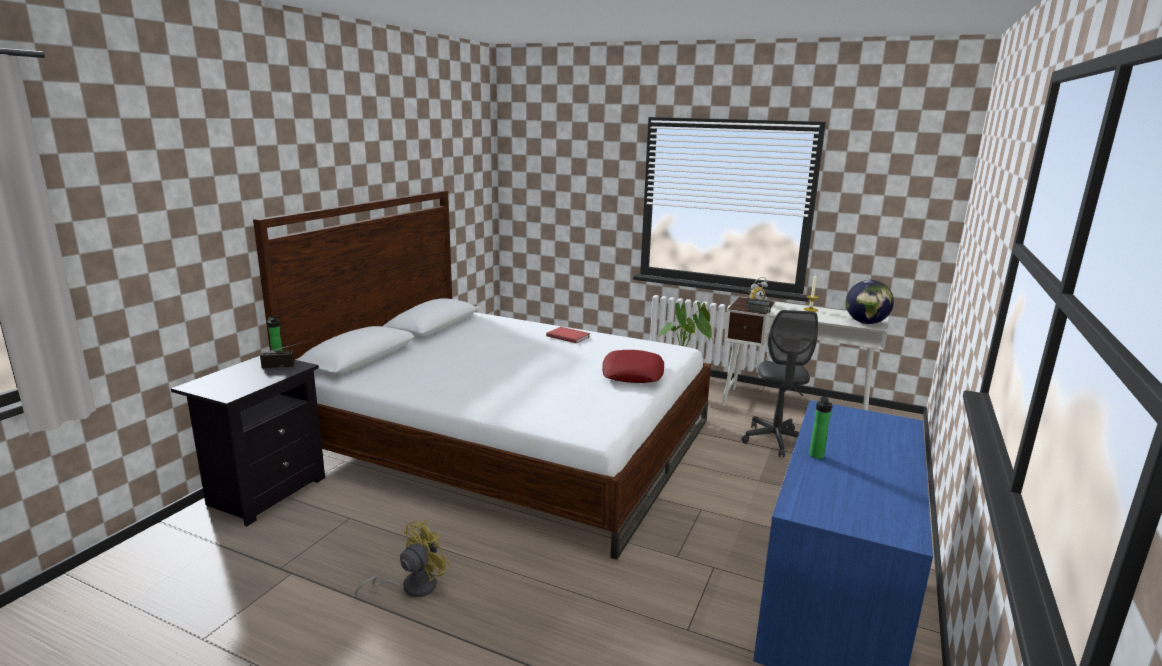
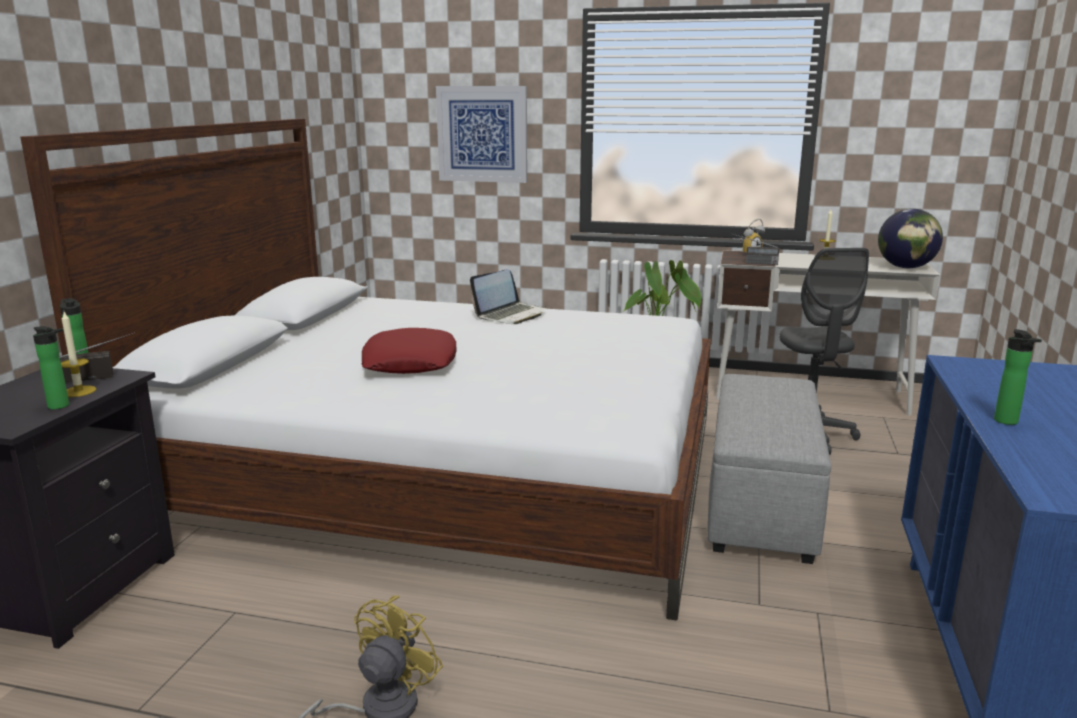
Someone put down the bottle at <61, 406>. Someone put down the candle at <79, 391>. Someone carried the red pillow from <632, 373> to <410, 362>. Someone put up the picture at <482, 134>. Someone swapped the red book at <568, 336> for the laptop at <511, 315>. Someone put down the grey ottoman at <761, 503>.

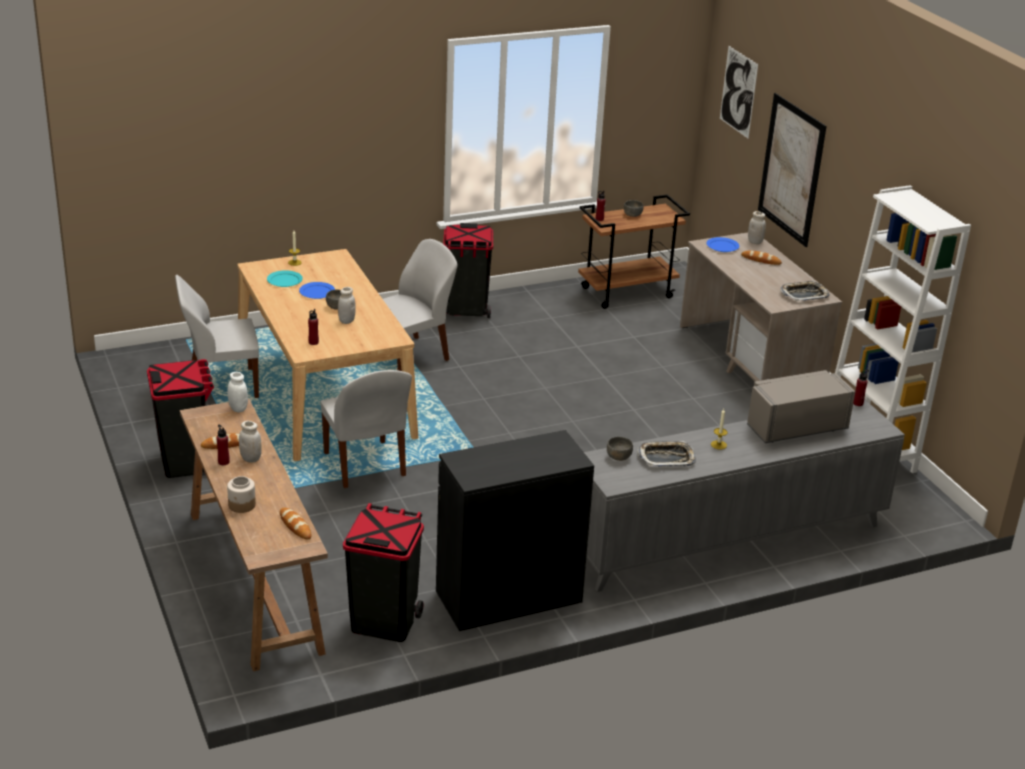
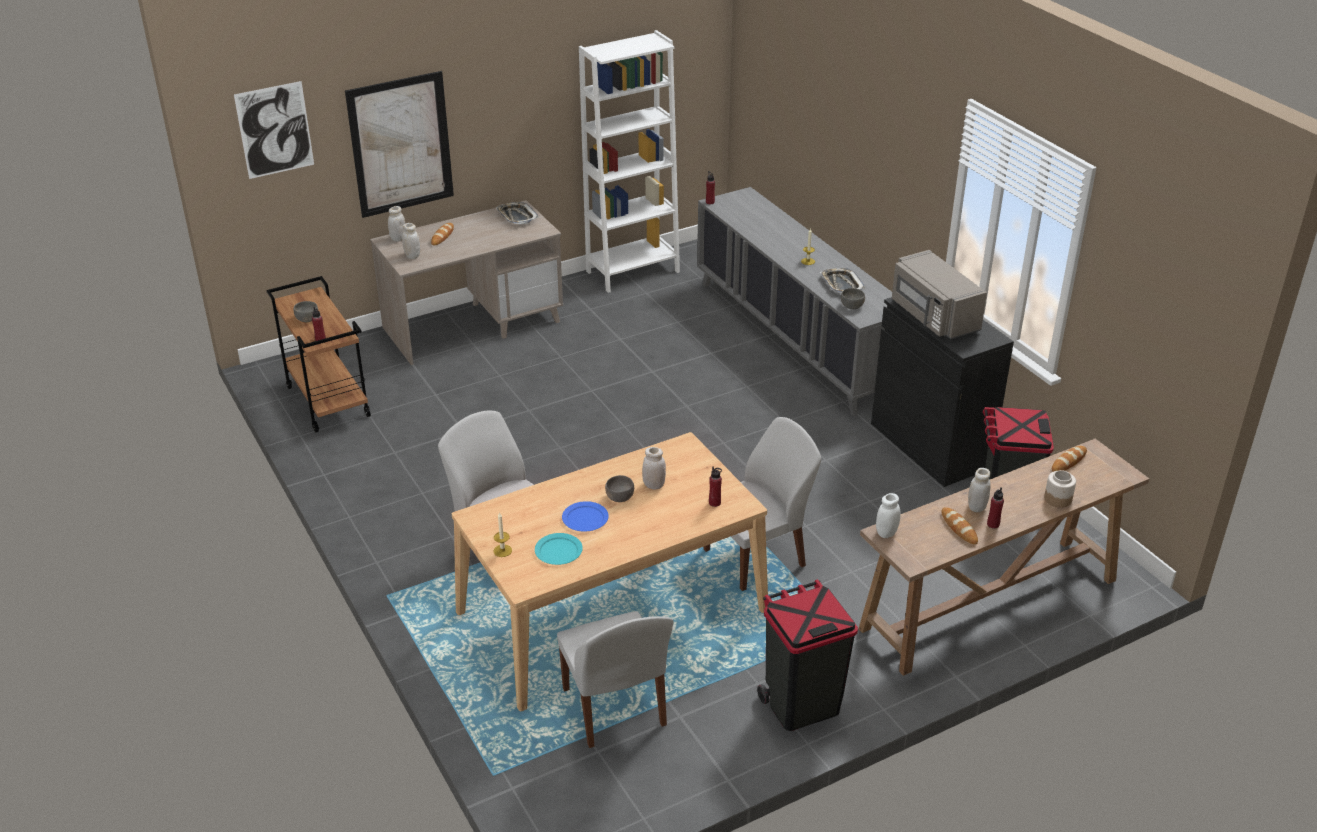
Someone swapped the blue plate at <722, 246> for the white jar at <412, 256>. Someone carried the grey microwave from <794, 427> to <933, 316>. Someone took away the black trash can at <466, 311>.

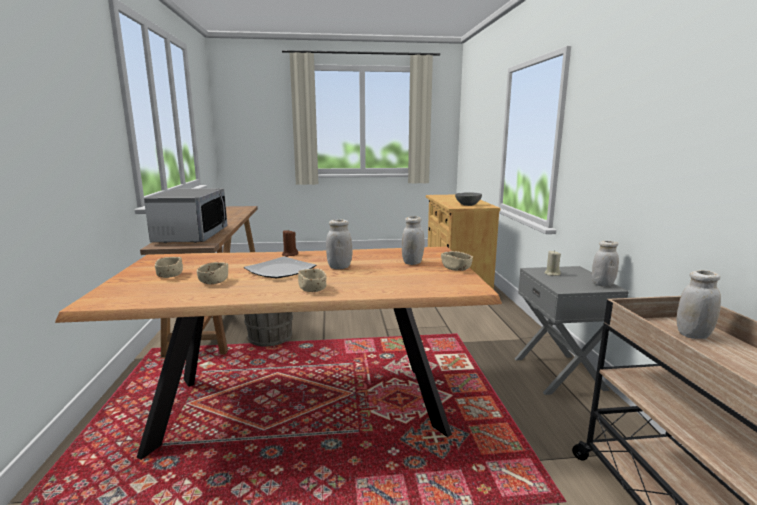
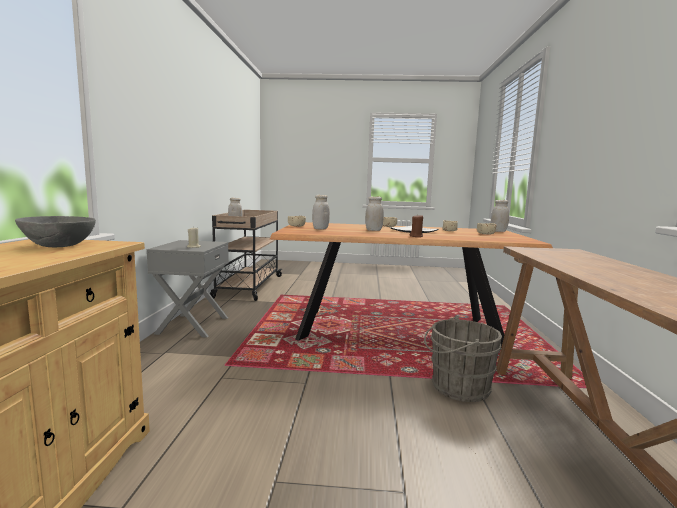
Someone carried the white jar from <602, 284> to <498, 231>. Someone took away the microwave at <191, 236>.

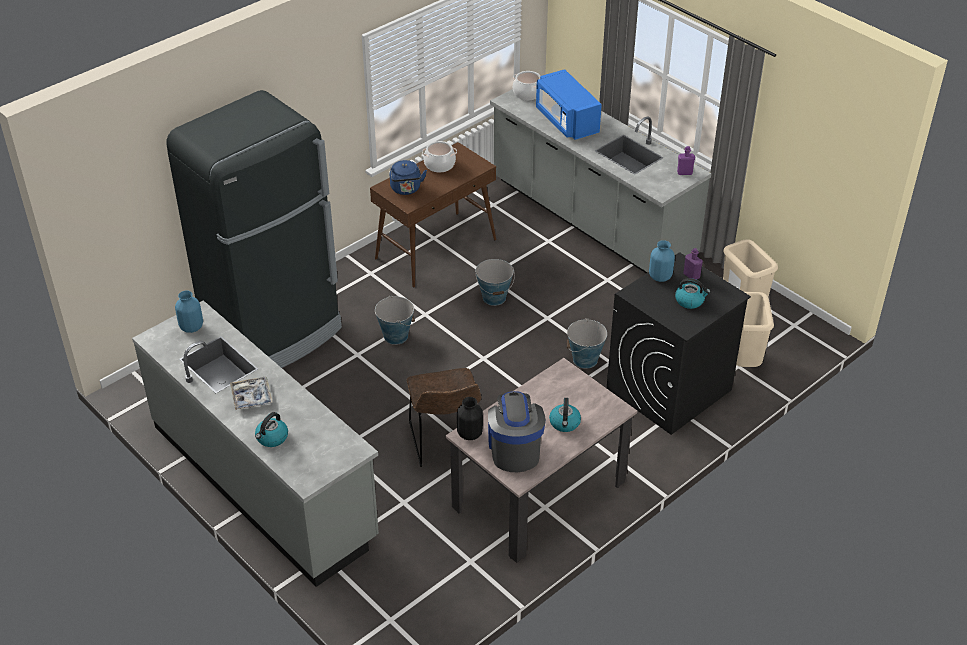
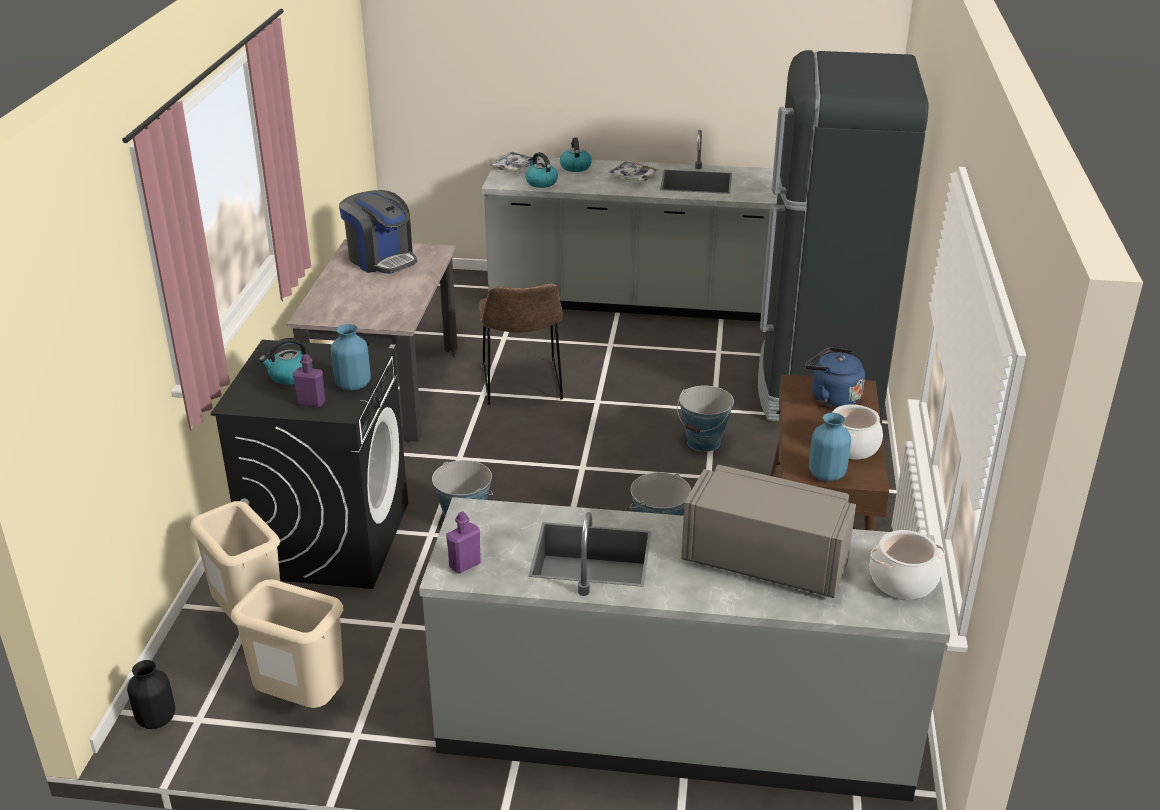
Someone carried the black vase from <470, 434> to <155, 719>. Someone rotated the brown chair at <445, 443> by 135 degrees counterclockwise. Someone put down the tray at <514, 166>. Someone carried the kettle from <565, 423> to <541, 182>. Someone repainted the blue microwave at <566, 121>, which became the grey microwave at <765, 561>. Someone carried the blue vase from <191, 327> to <827, 474>.

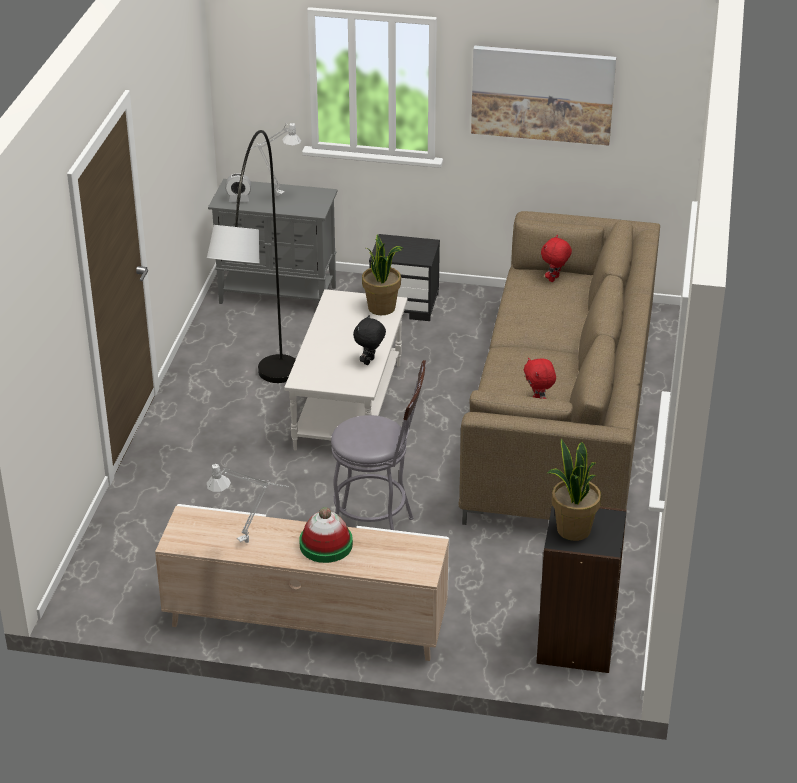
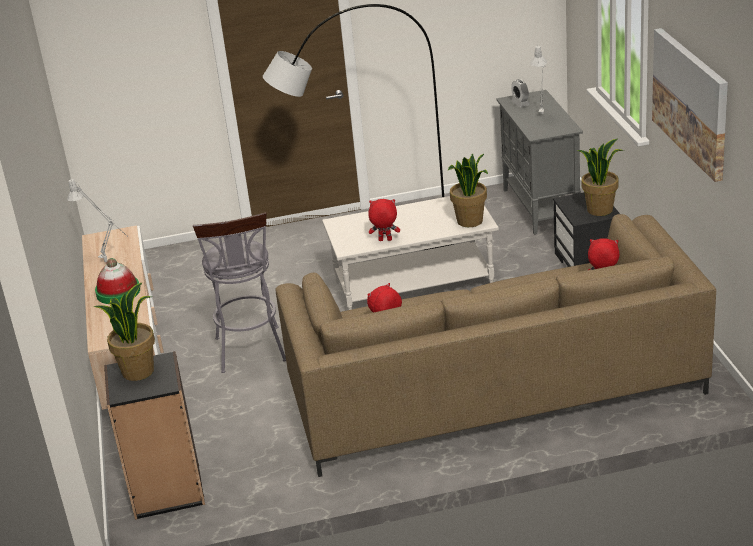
Someone repainted the black plush toy at <370, 362>, which became the red plush toy at <385, 240>. Someone put down the potted plant at <600, 209>.

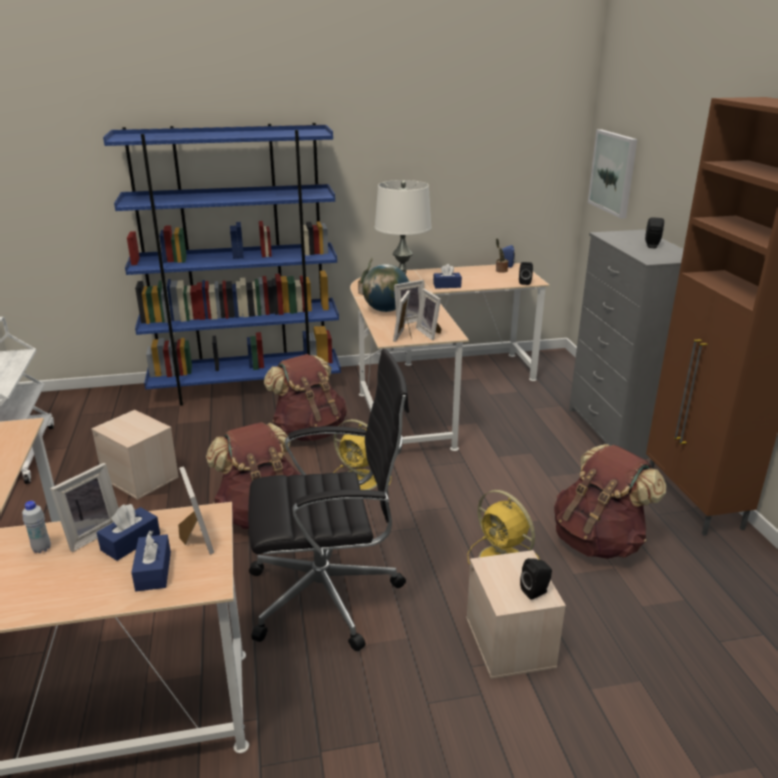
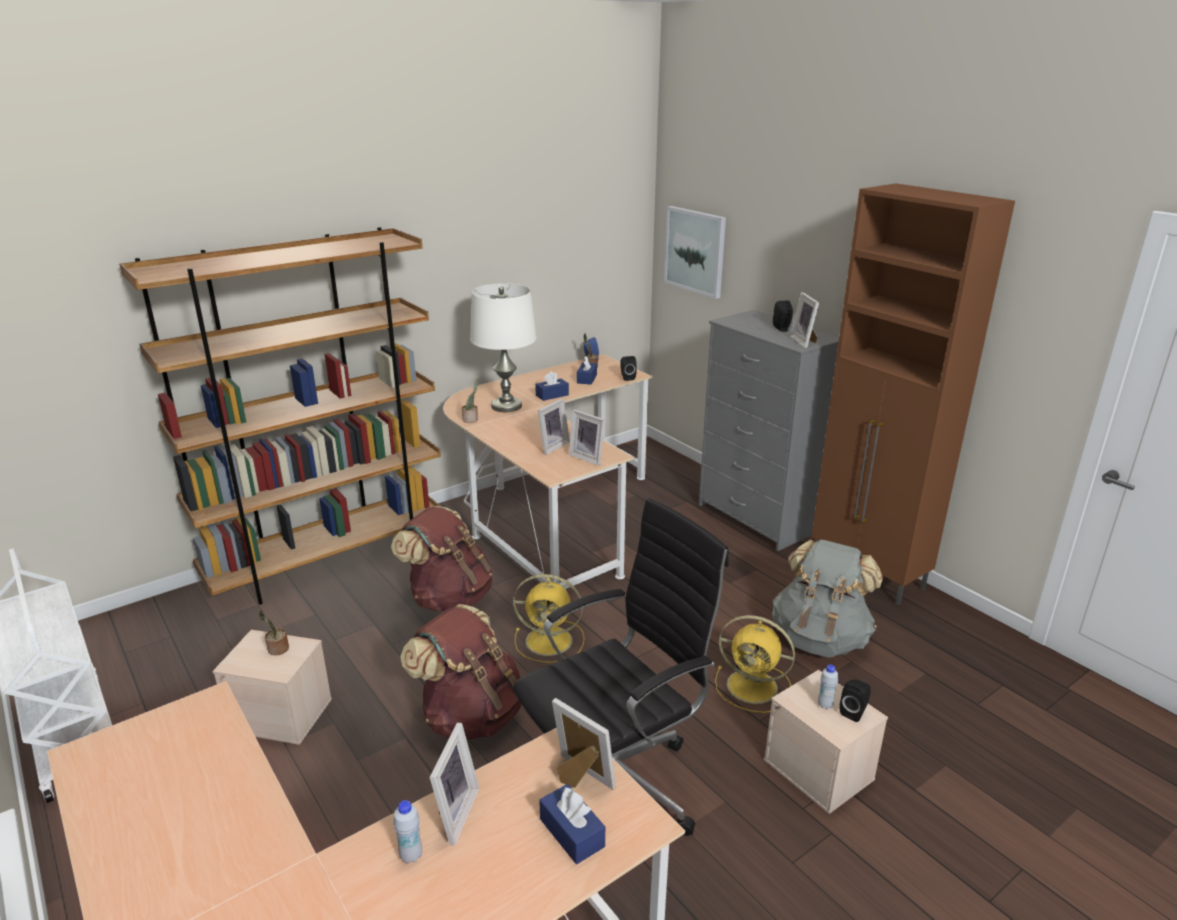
Someone repainted the blue bookcase at <247, 388>, which became the brown bookcase at <330, 560>. Someone put down the potted plant at <277, 649>. Someone carried the blue tissue box from <130, 542> to <587, 379>. Someone repainted the brown backpack at <598, 541>, which became the grey backpack at <820, 638>. Someone carried the picture frame from <404, 336> to <805, 341>. Someone put down the white bottle at <825, 705>. Someone took away the globe at <386, 310>.

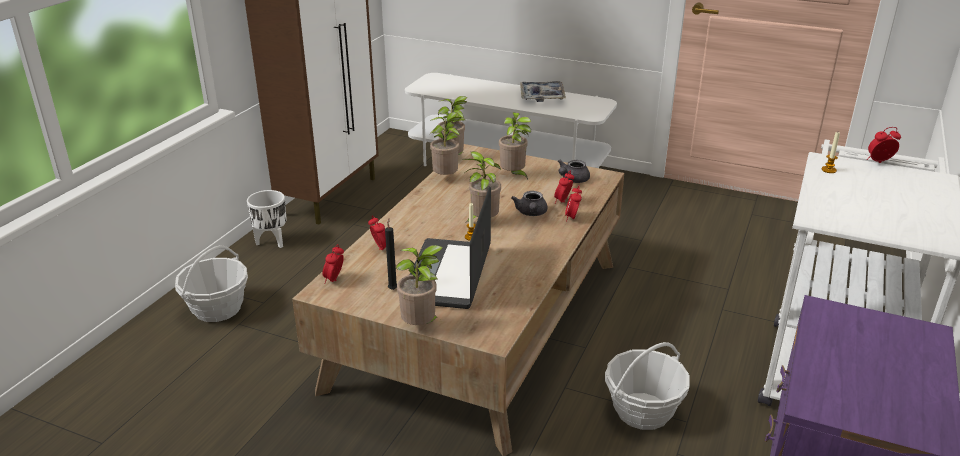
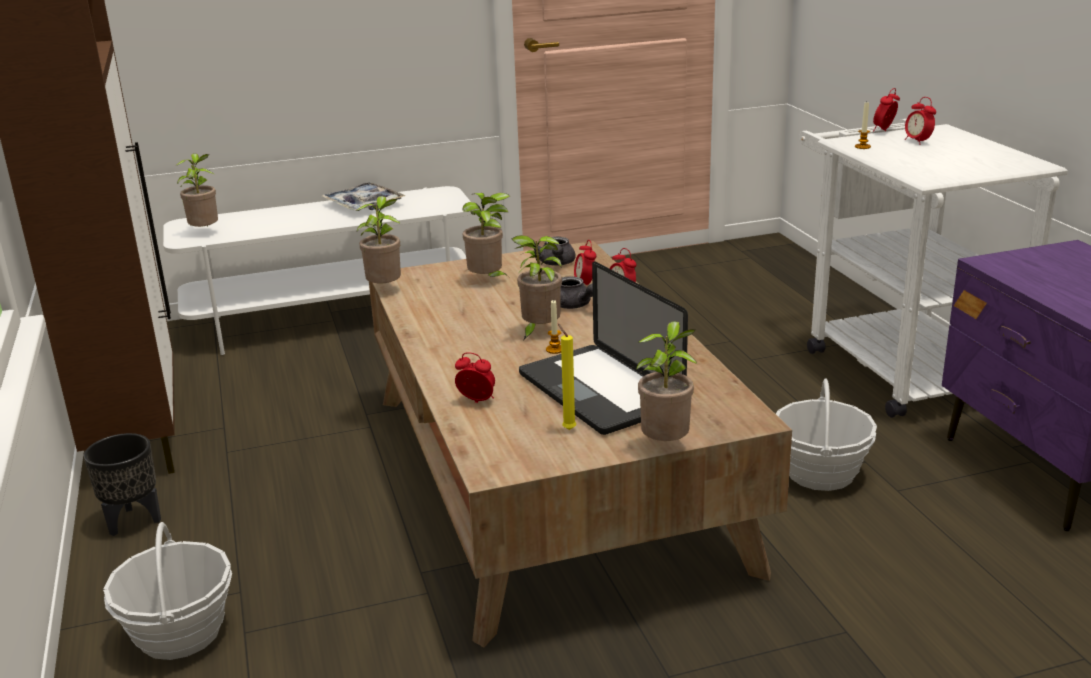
Someone repainted the white planter at <272, 242>, which became the black planter at <134, 521>. Someone carried the potted plant from <447, 178> to <205, 232>. Someone repainted the black candle at <393, 288>, which became the yellow candle at <567, 429>. Someone carried the alarm clock from <334, 280> to <917, 142>.

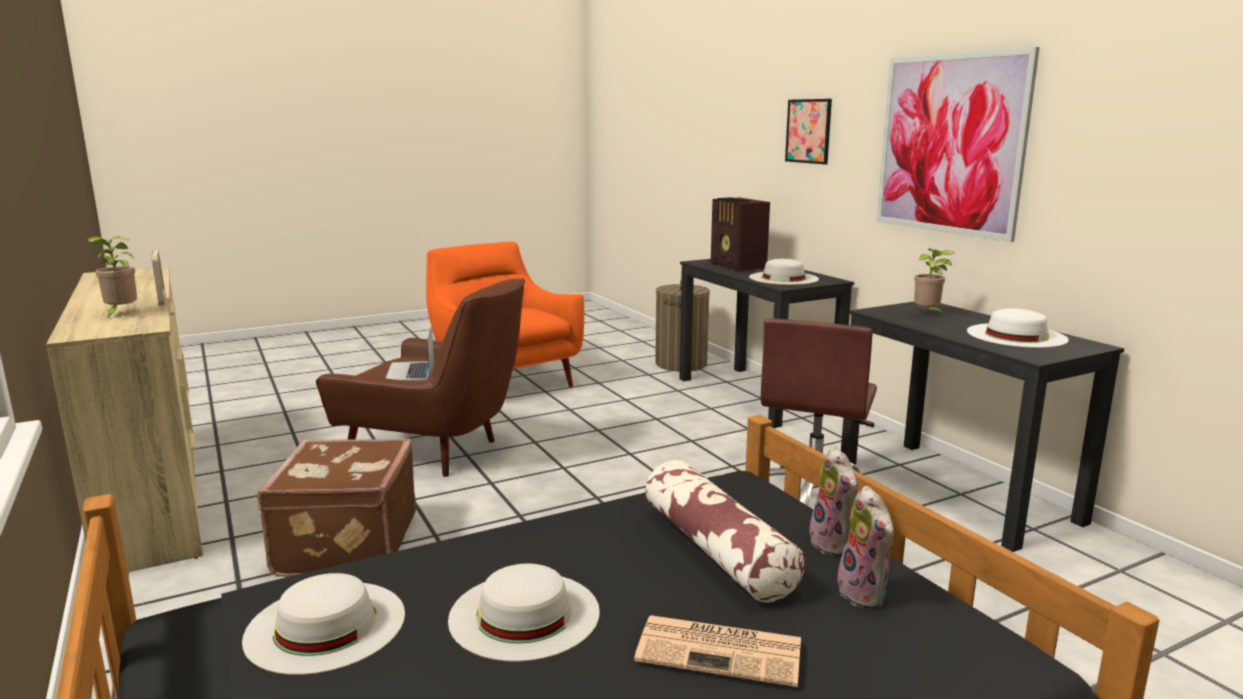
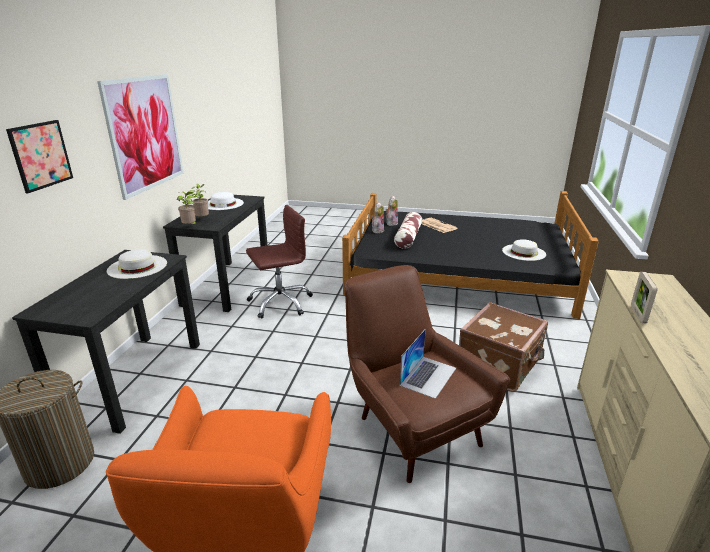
Someone carried the potted plant from <120, 313> to <190, 226>. Someone took away the white hat at <524, 614>. Someone took away the radio at <737, 266>.

